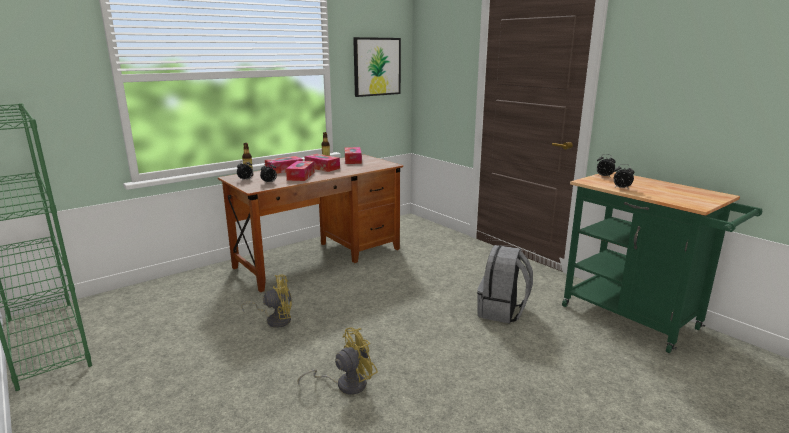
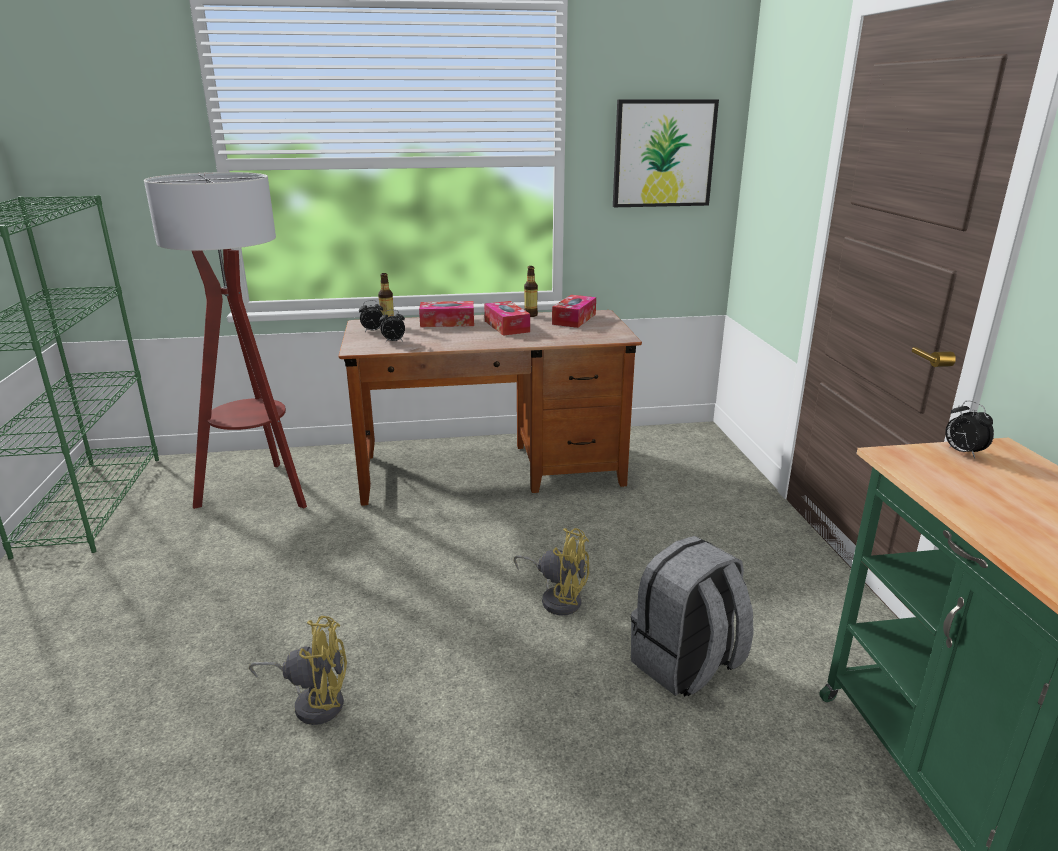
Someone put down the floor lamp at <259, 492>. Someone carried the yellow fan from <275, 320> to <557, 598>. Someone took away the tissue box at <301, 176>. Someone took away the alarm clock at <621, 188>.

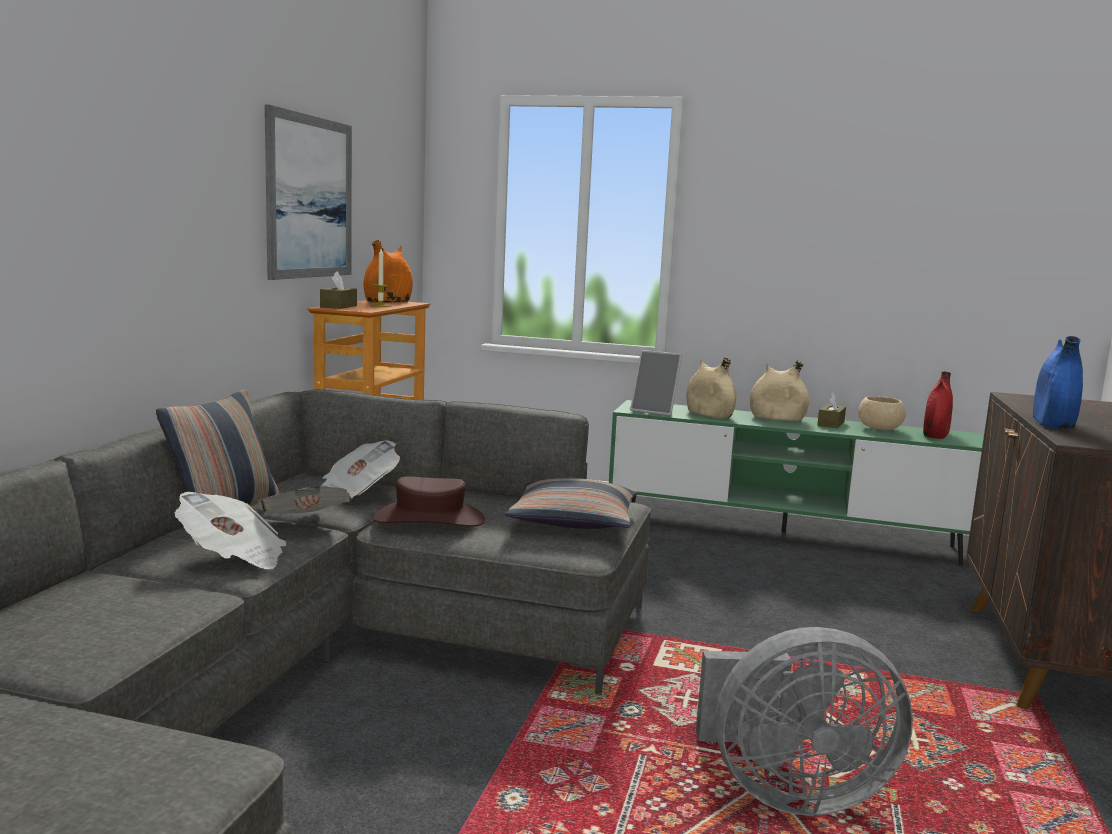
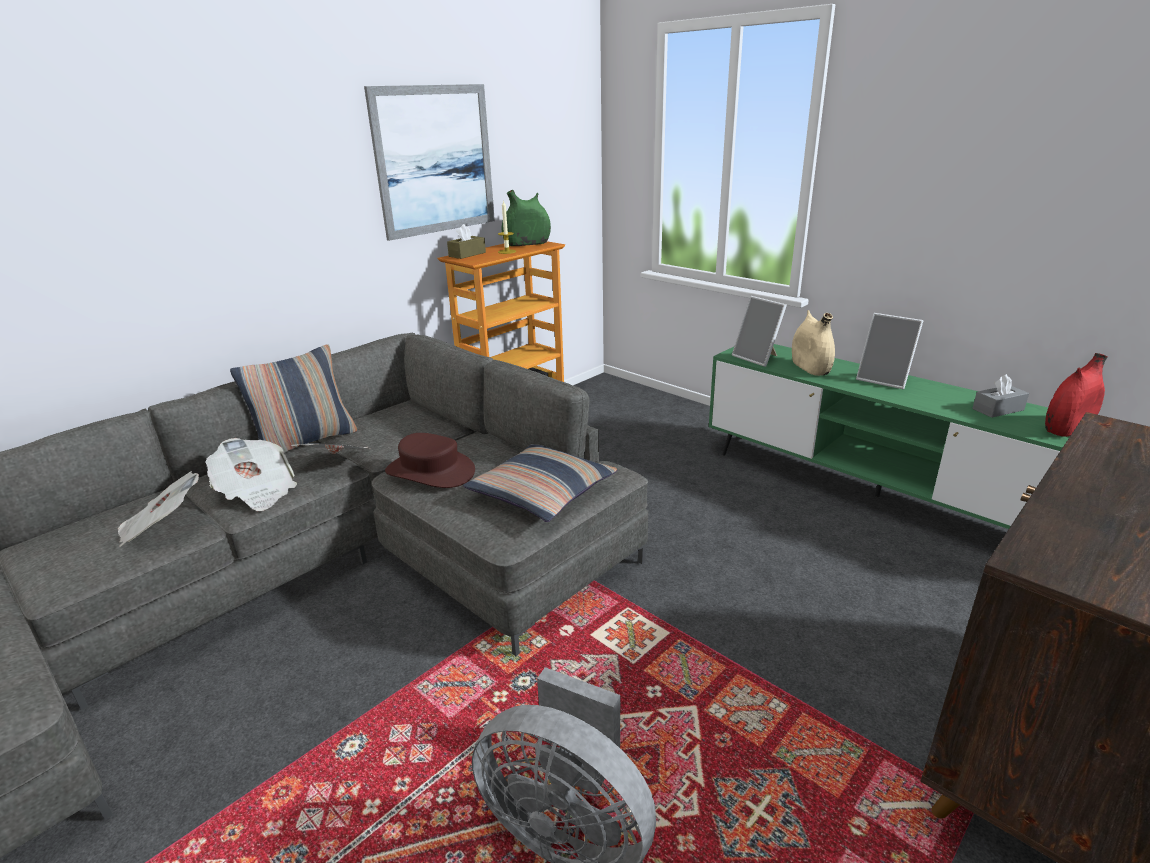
Someone carried the newspaper from <354, 494> to <162, 527>. Someone repainted the orange vase at <388, 302>, which became the green vase at <527, 244>. Someone swapped the beige vase at <777, 418> for the picture frame at <884, 380>. Someone swapped the beige bowl at <879, 429> for the grey tissue box at <998, 409>. Someone took away the brown tissue box at <831, 424>. Someone took away the blue vase at <1052, 424>.

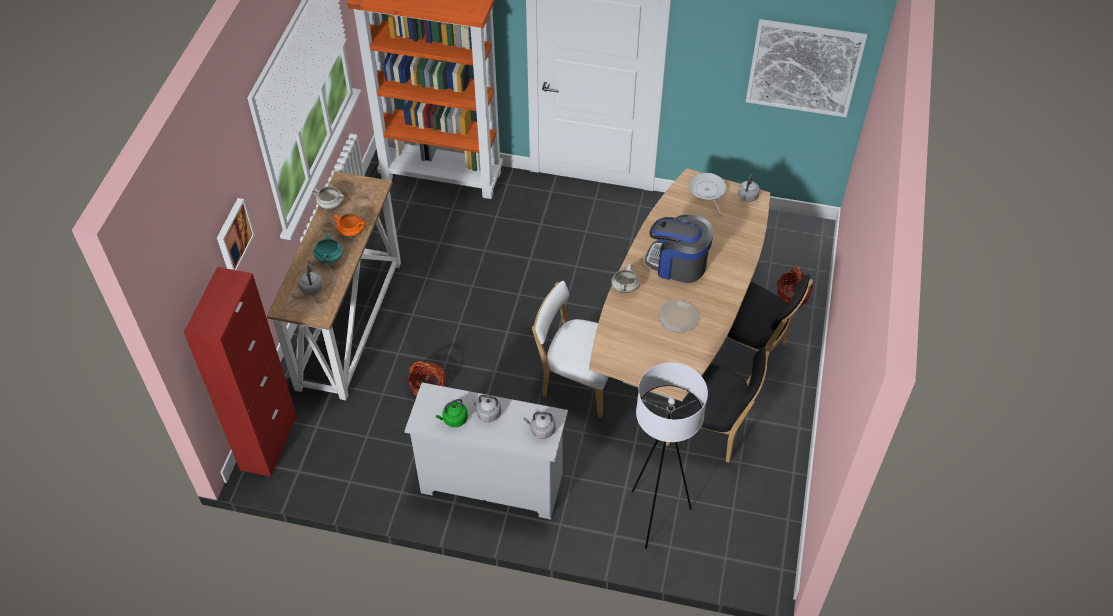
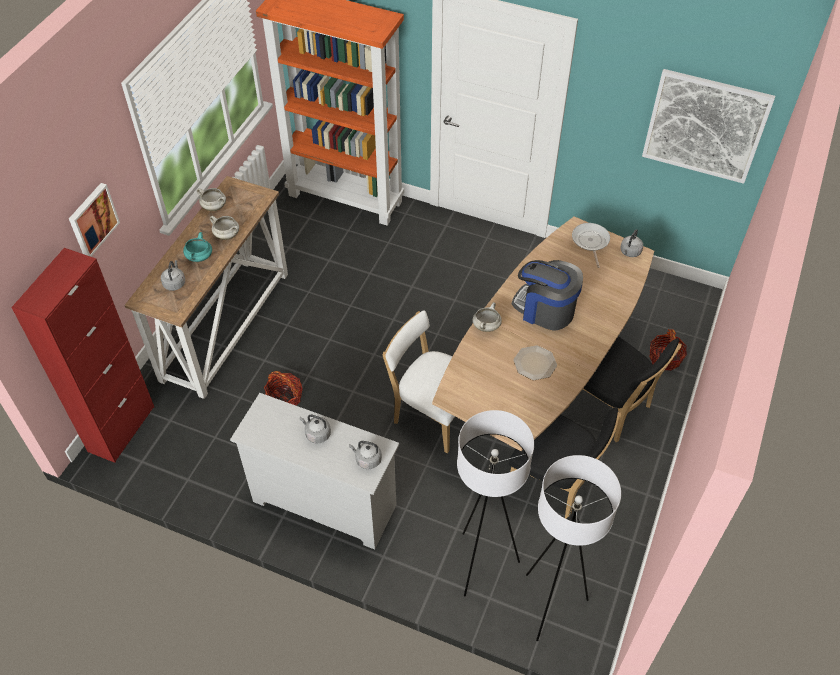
Someone repainted the orange cooking pot at <352, 232>, which became the white cooking pot at <227, 235>. Someone put down the white floor lamp at <549, 605>. Someone took away the green kettle at <454, 419>.

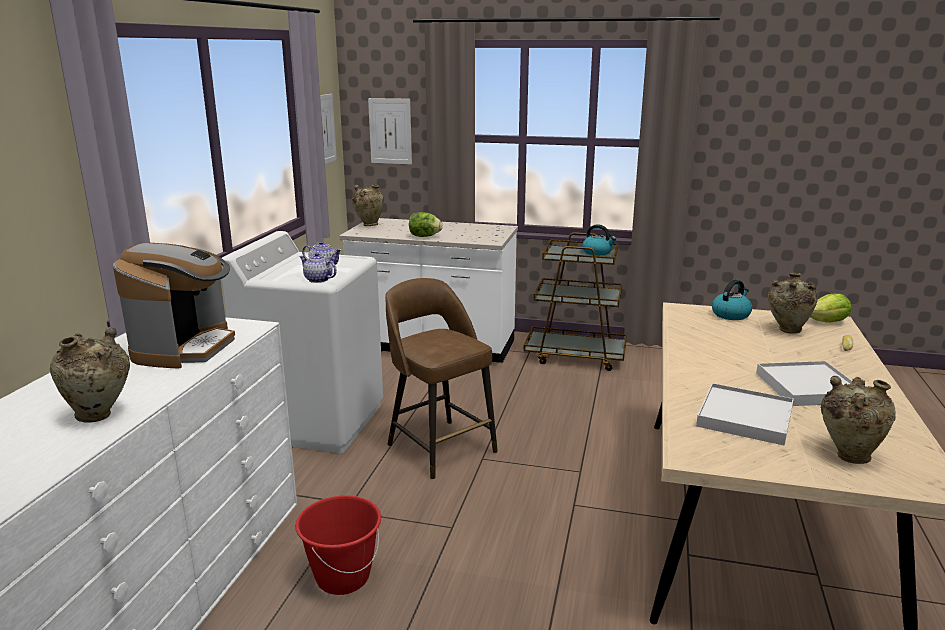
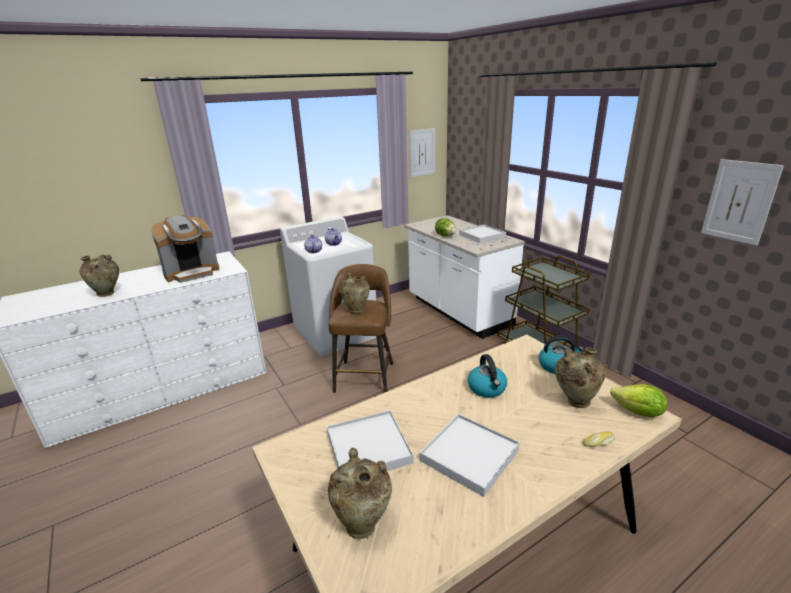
Someone carried the beige vase from <369, 225> to <356, 310>. Someone put down the white tray at <482, 235>. Someone carried the kettle from <597, 252> to <487, 388>. Someone carried the picture from <390, 131> to <739, 201>. Someone took away the red bucket at <342, 577>.

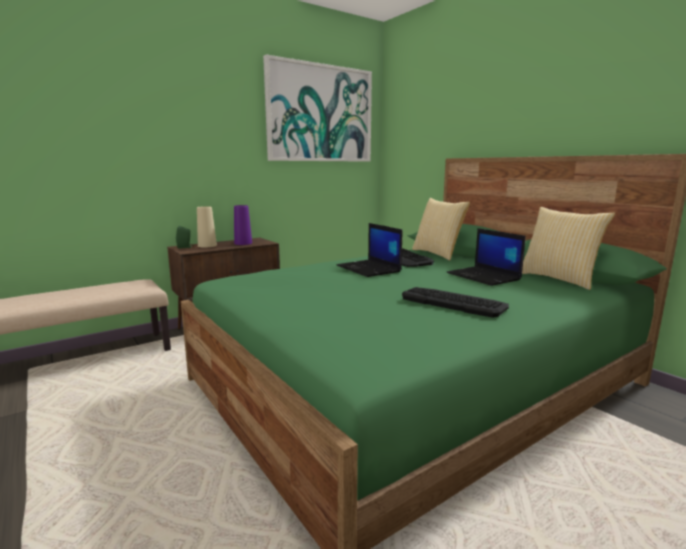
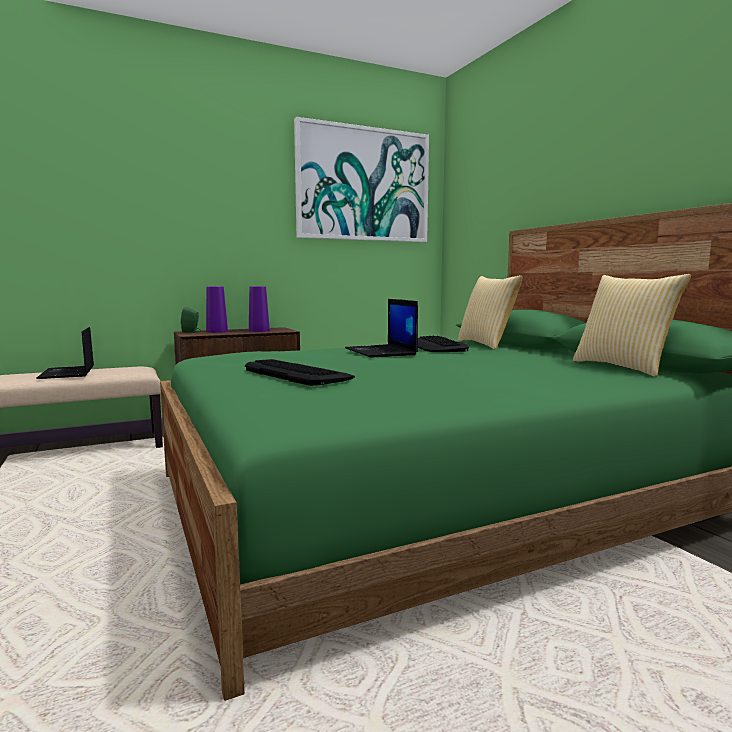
Someone carried the laptop from <484, 276> to <68, 373>. Someone repainted the beige vase at <207, 245>, which became the purple vase at <217, 331>. Someone carried the keyboard from <453, 302> to <297, 374>.

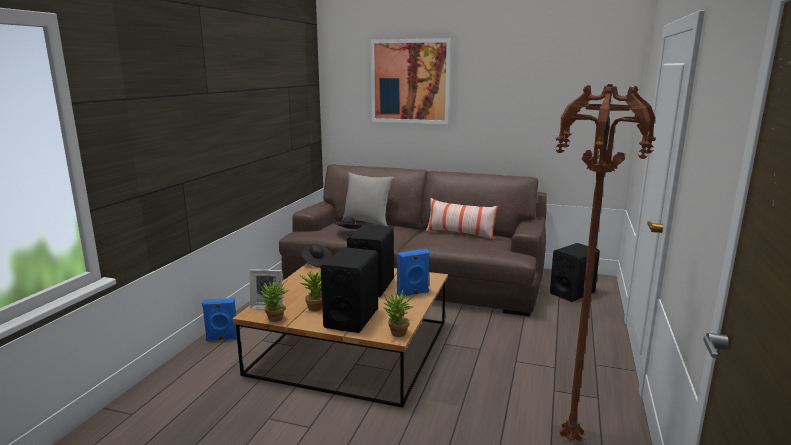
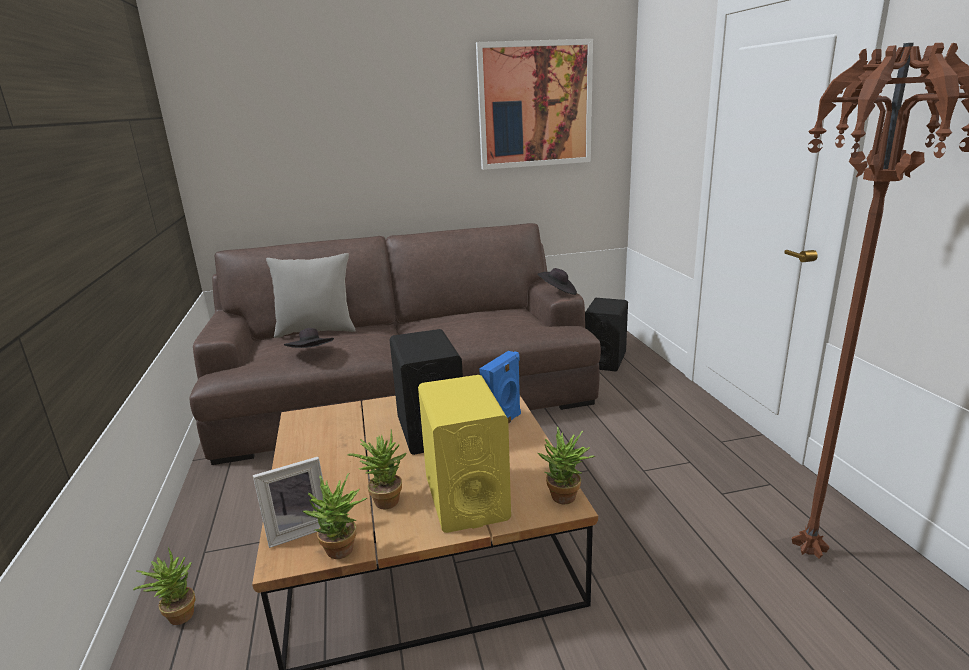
Someone swapped the blue speaker at <222, 338> for the potted plant at <176, 615>. Someone repainted the black speaker at <351, 318>, which became the yellow speaker at <466, 498>. Someone carried the picture from <410, 81> to <535, 105>. Someone carried the black hat from <316, 263> to <558, 292>. Someone took away the pillow at <460, 234>.

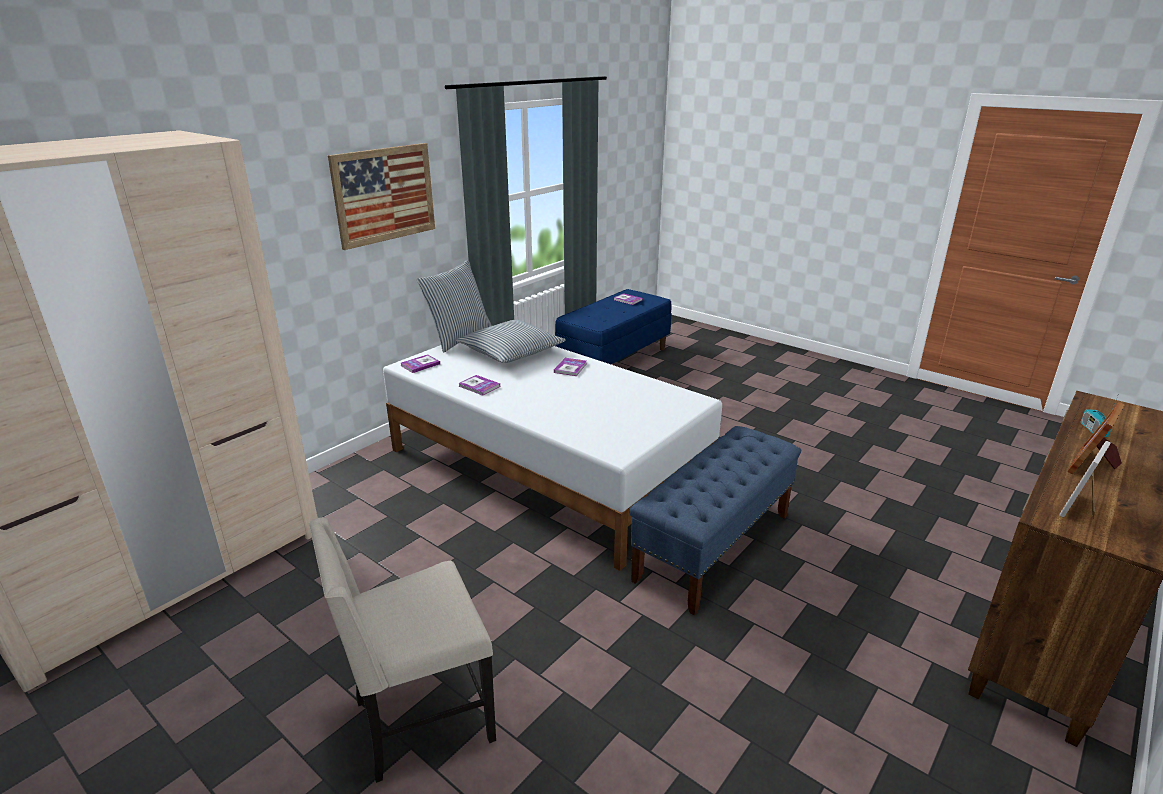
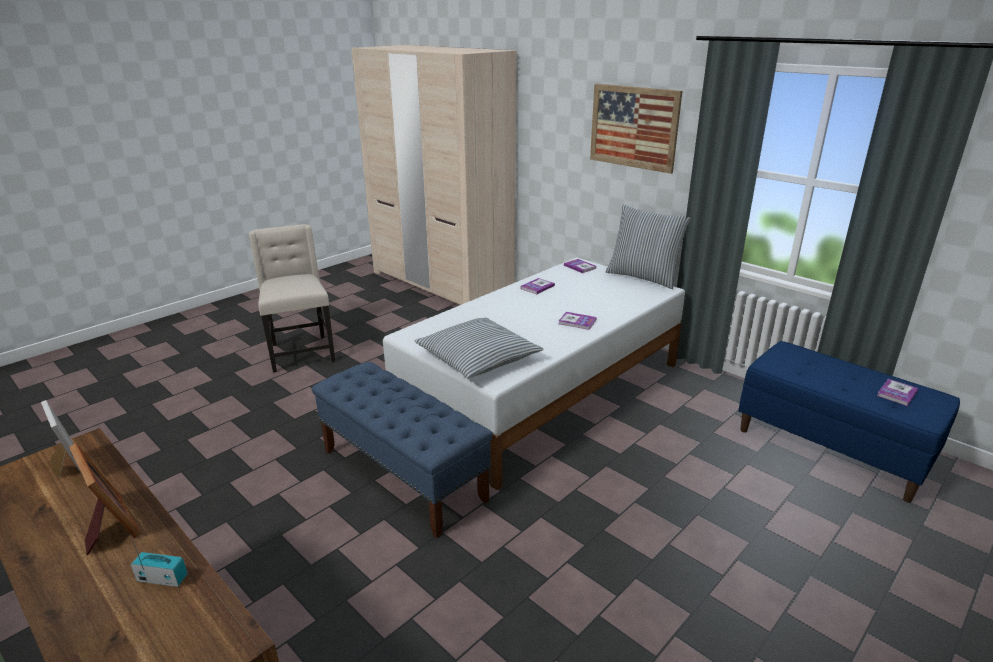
Someone carried the pillow from <511, 352> to <478, 358>.

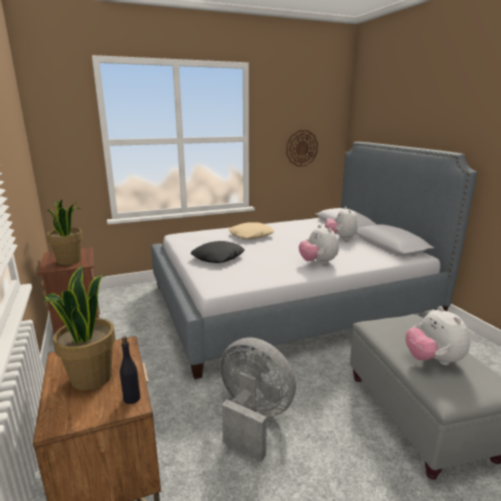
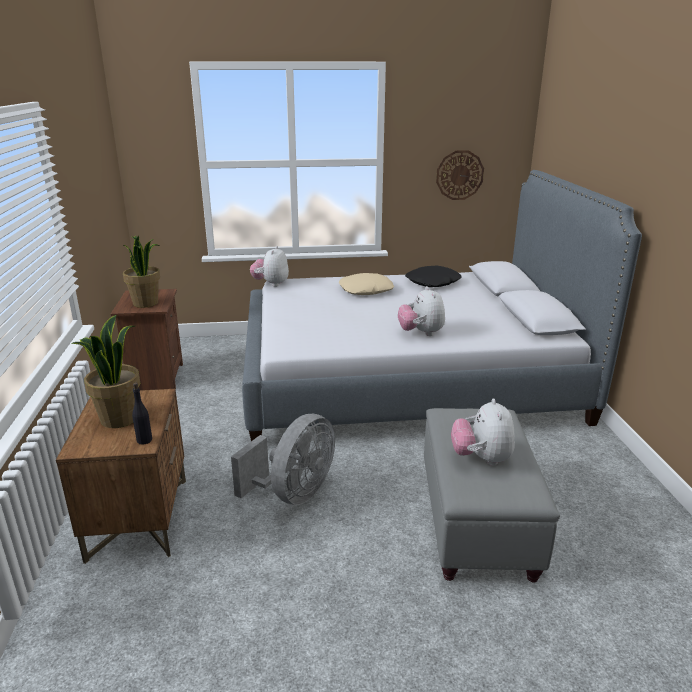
Someone rotated the grey fan at <253, 418> by 75 degrees clockwise. Someone carried the plush toy from <340, 238> to <271, 284>. Someone carried the black pillow from <218, 257> to <433, 282>.

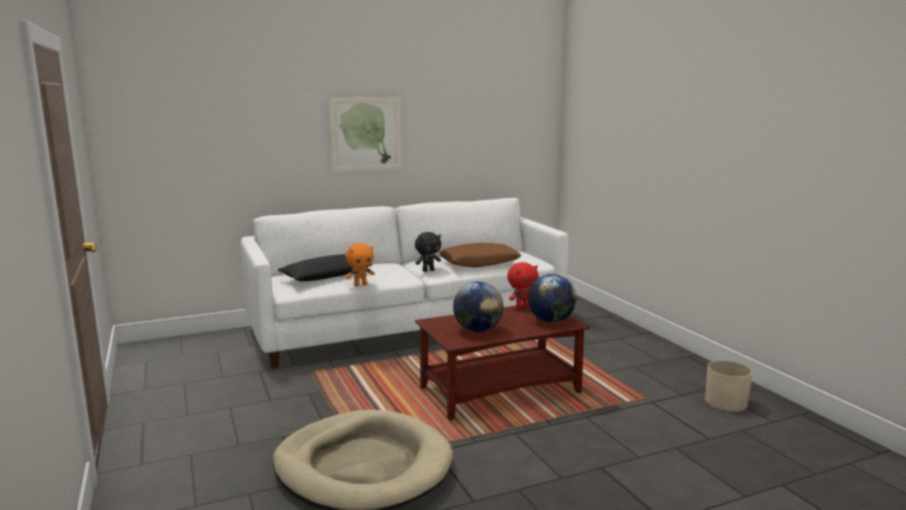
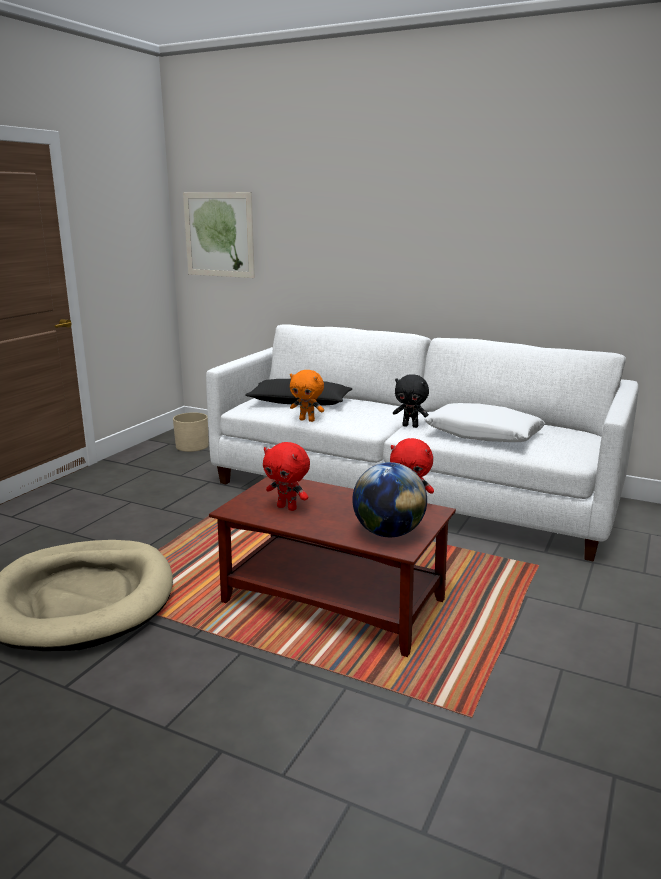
Someone carried the beige planter from <726, 402> to <192, 446>. Someone carried the picture from <366, 134> to <219, 234>. Someone swapped the globe at <477, 330> for the red plush toy at <287, 507>. Someone repainted the brown pillow at <479, 263>, which became the white pillow at <483, 434>.

